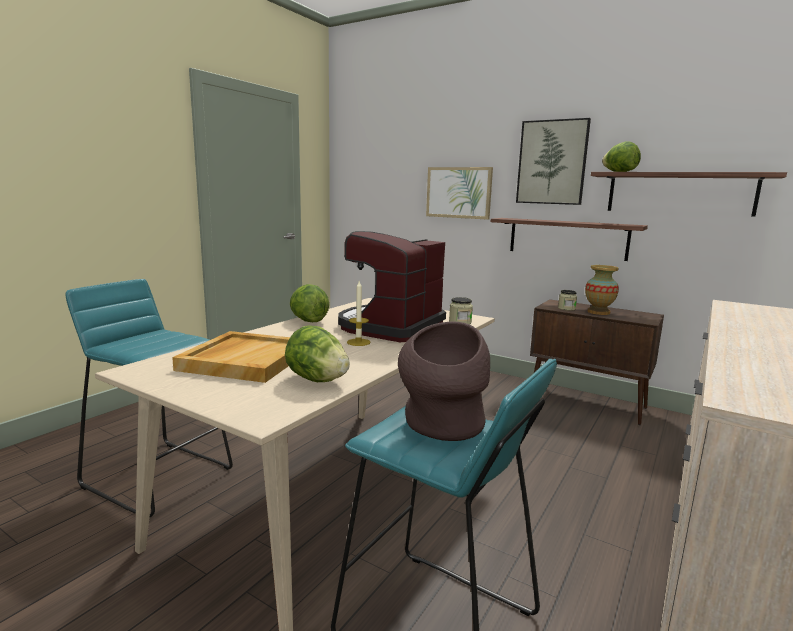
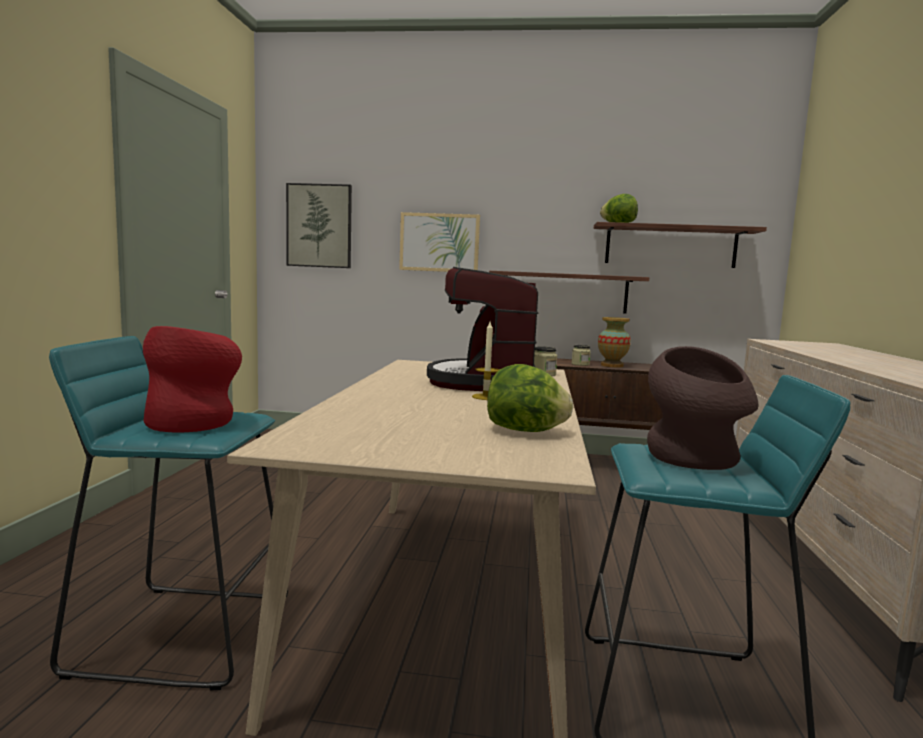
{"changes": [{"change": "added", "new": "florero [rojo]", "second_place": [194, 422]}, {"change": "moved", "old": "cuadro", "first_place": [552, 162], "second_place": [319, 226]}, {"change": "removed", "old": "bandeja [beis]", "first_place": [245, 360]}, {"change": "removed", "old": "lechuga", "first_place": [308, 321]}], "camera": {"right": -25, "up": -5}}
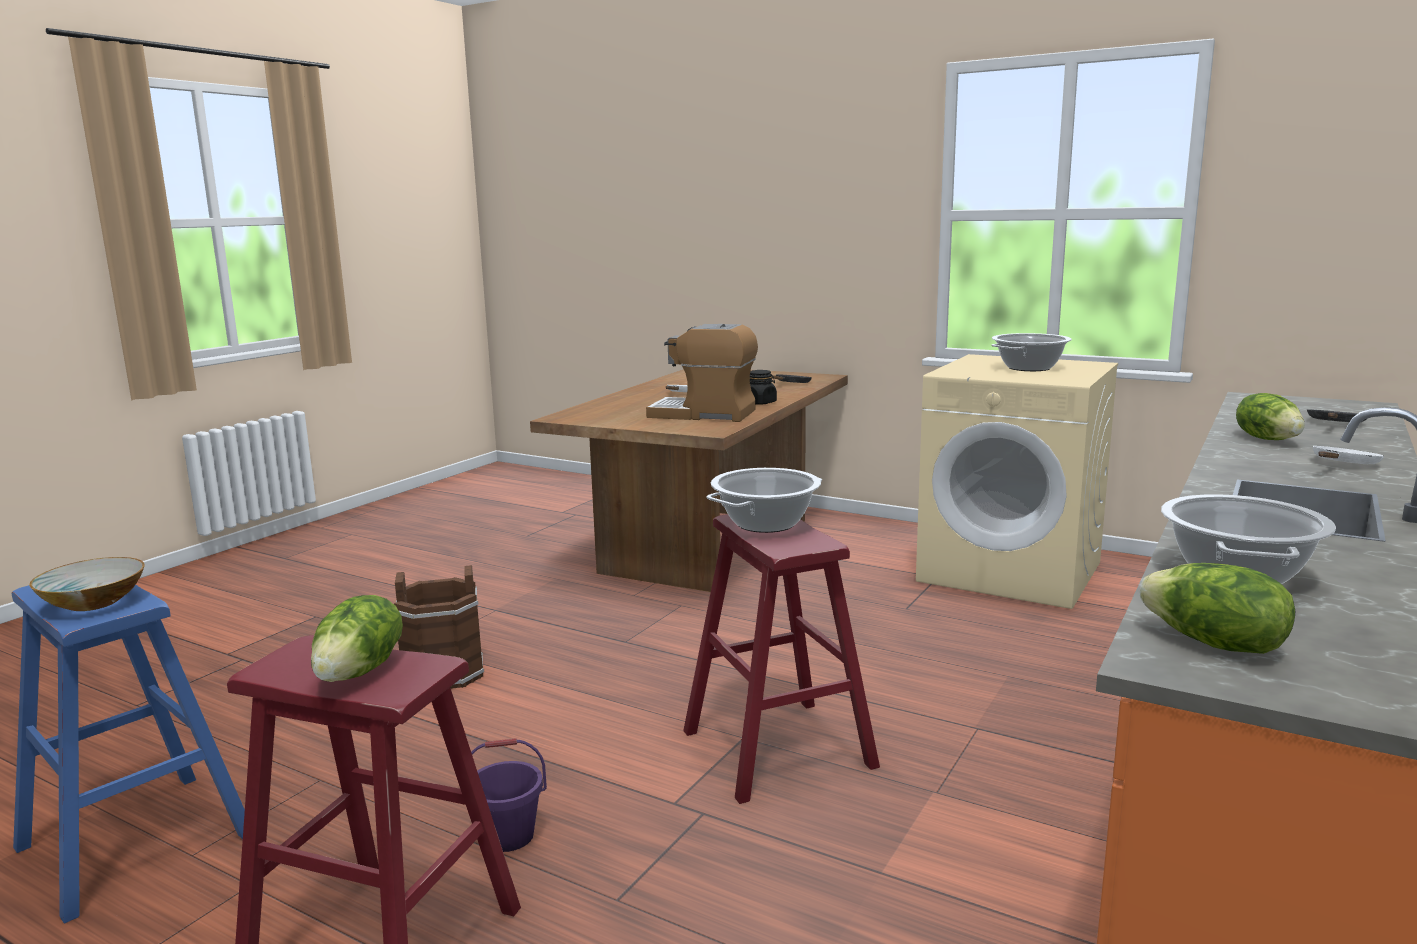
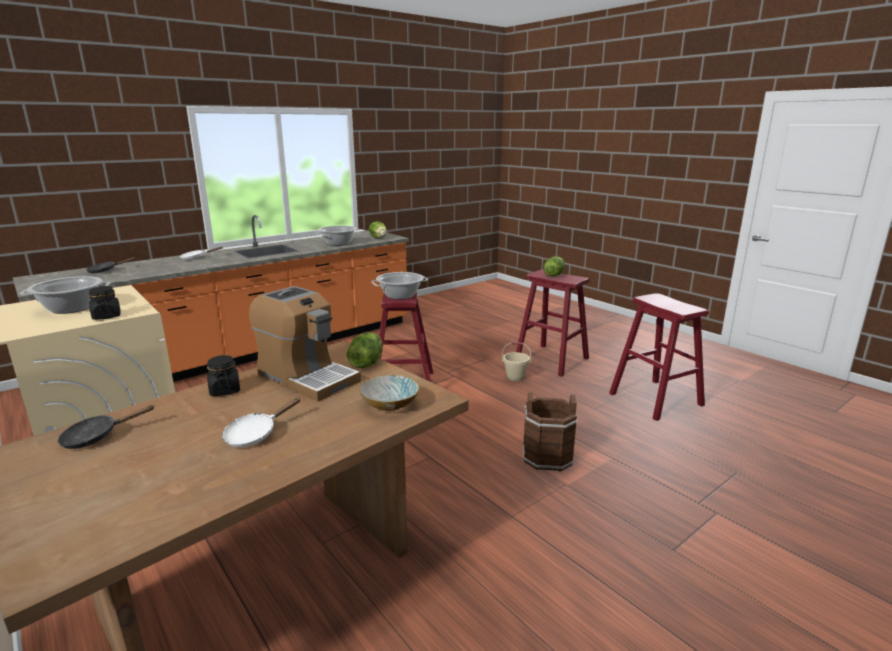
{"changes": [{"change": "added", "new": "tarro [negro]", "second_place": [106, 316]}, {"change": "moved", "old": "lechuga", "first_place": [1268, 439], "second_place": [366, 363]}, {"change": "moved", "old": "cuenco", "first_place": [93, 602], "second_place": [390, 404]}, {"change": "recoloured", "old": "cubo [morado]", "new": "cubo [beis]", "first_place": [508, 837], "second_place": [515, 377]}, {"change": "recoloured", "old": "taburete [azul]", "new": "taburete [rojo]", "first_place": [135, 841], "second_place": [655, 399]}], "camera": {"right": -160, "up": 5}}
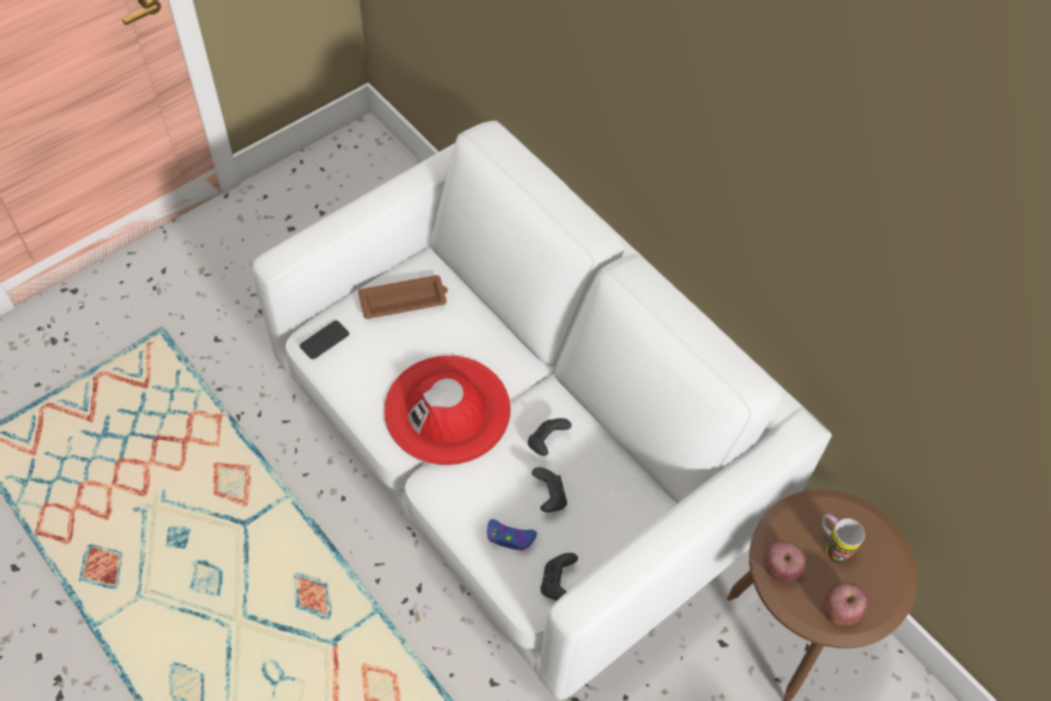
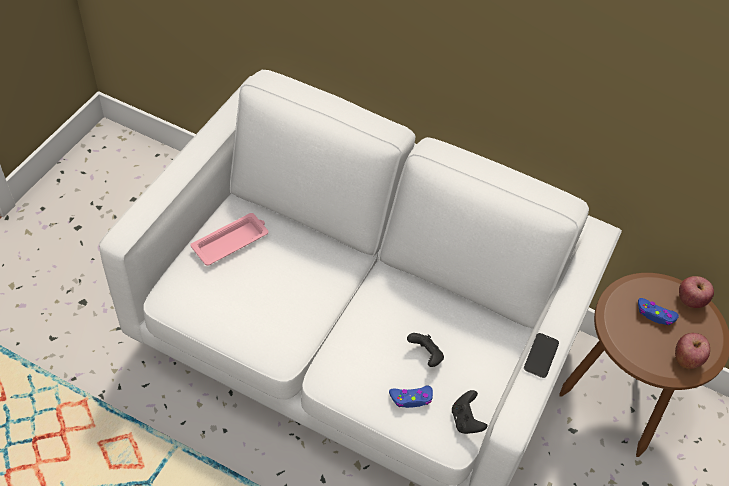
{"changes": [{"change": "recoloured", "old": "bandeja [marrón]", "new": "bandeja [rosa]", "first_place": [404, 300], "second_place": [231, 242]}, {"change": "moved", "old": "móvil", "first_place": [324, 340], "second_place": [541, 356]}, {"change": "replaced", "old": "taza grande", "new": "mando de consola [azul]", "first_place": [831, 547], "second_place": [655, 315]}, {"change": "moved", "old": "manzana", "first_place": [780, 569], "second_place": [690, 300]}, {"change": "removed", "old": "sombrero [rojo]", "first_place": [447, 410]}, {"change": "removed", "old": "mando de consola [negro]", "first_place": [546, 442]}], "camera": {"right": -25, "up": -5}}
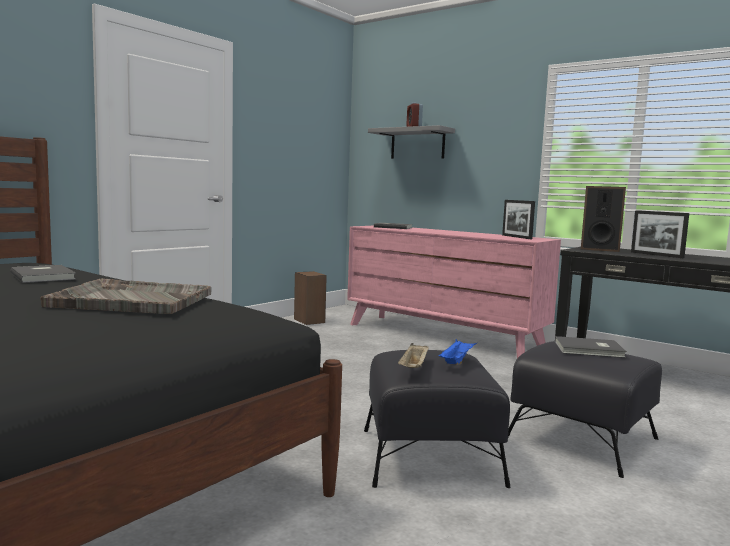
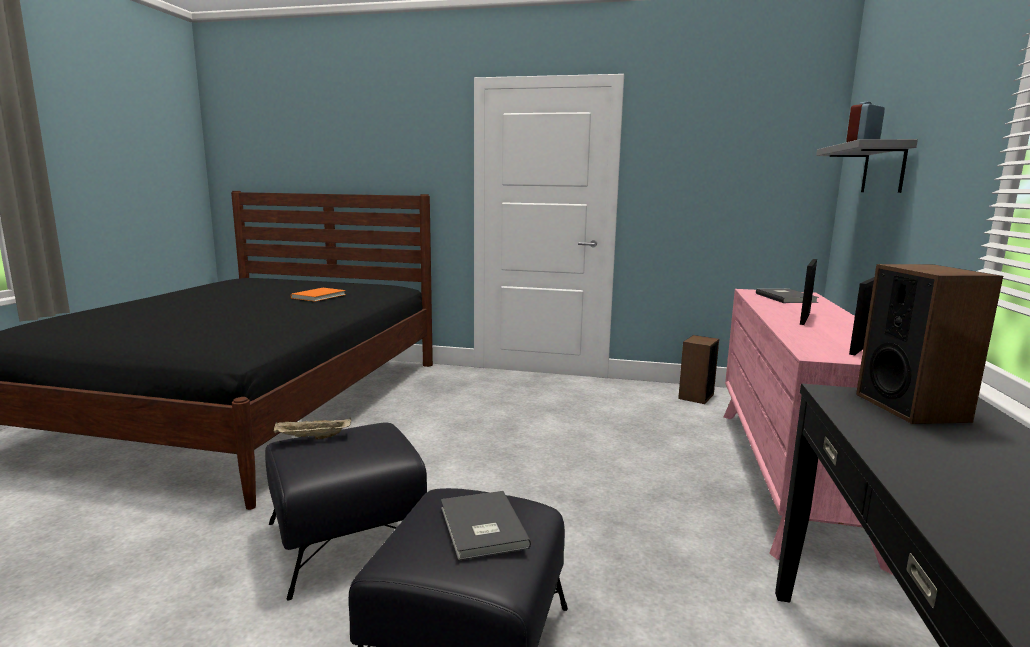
{"changes": [{"change": "recoloured", "old": "libro [gris]", "new": "libro [naranja]", "first_place": [44, 276], "second_place": [320, 296]}, {"change": "moved", "old": "portarretratos", "first_place": [656, 255], "second_place": [805, 318]}, {"change": "removed", "old": "bandeja [gris]", "first_place": [131, 300]}, {"change": "removed", "old": "bandeja [azul]", "first_place": [457, 361]}], "camera": {"right": 65, "up": 5}}
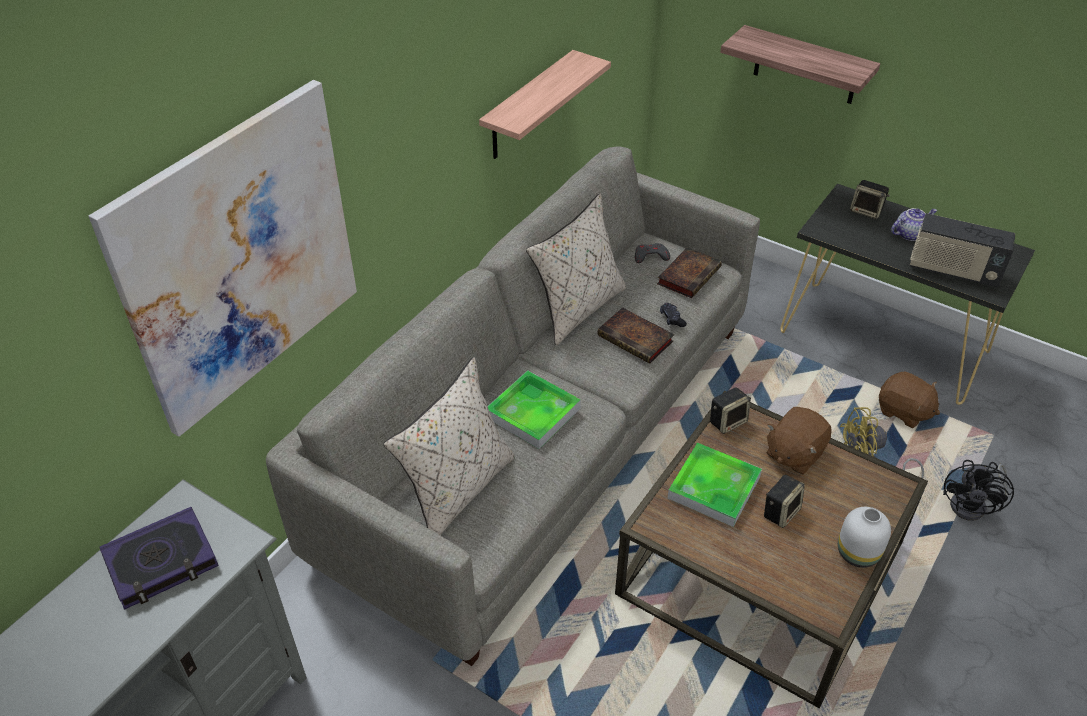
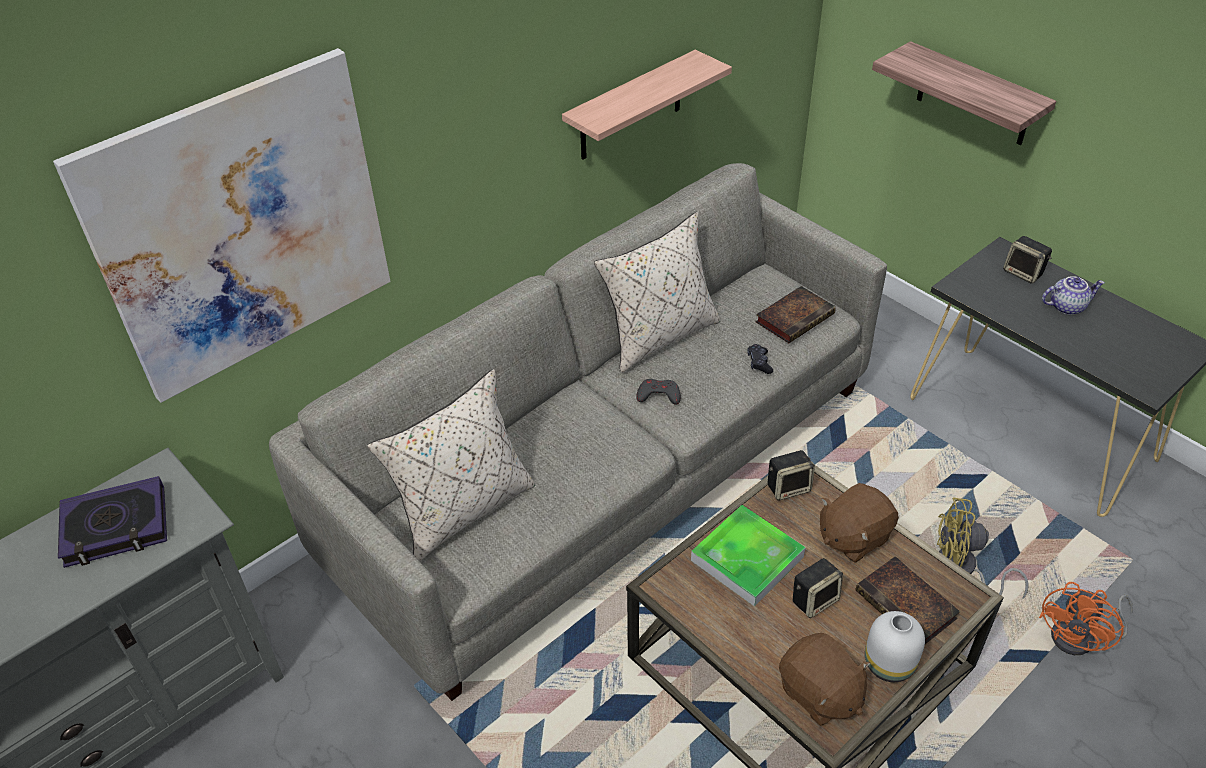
{"changes": [{"change": "moved", "old": "mando de consola [gris]", "first_place": [650, 256], "second_place": [658, 395]}, {"change": "moved", "old": "peluche [marrón]", "first_place": [903, 412], "second_place": [819, 694]}, {"change": "moved", "old": "libro", "first_place": [637, 339], "second_place": [908, 606]}, {"change": "recoloured", "old": "ventilador [negro]", "new": "ventilador [naranja]", "first_place": [974, 505], "second_place": [1081, 638]}, {"change": "removed", "old": "bandeja", "first_place": [533, 413]}, {"change": "removed", "old": "radio", "first_place": [953, 271]}], "camera": {"right": 15, "up": 0}}
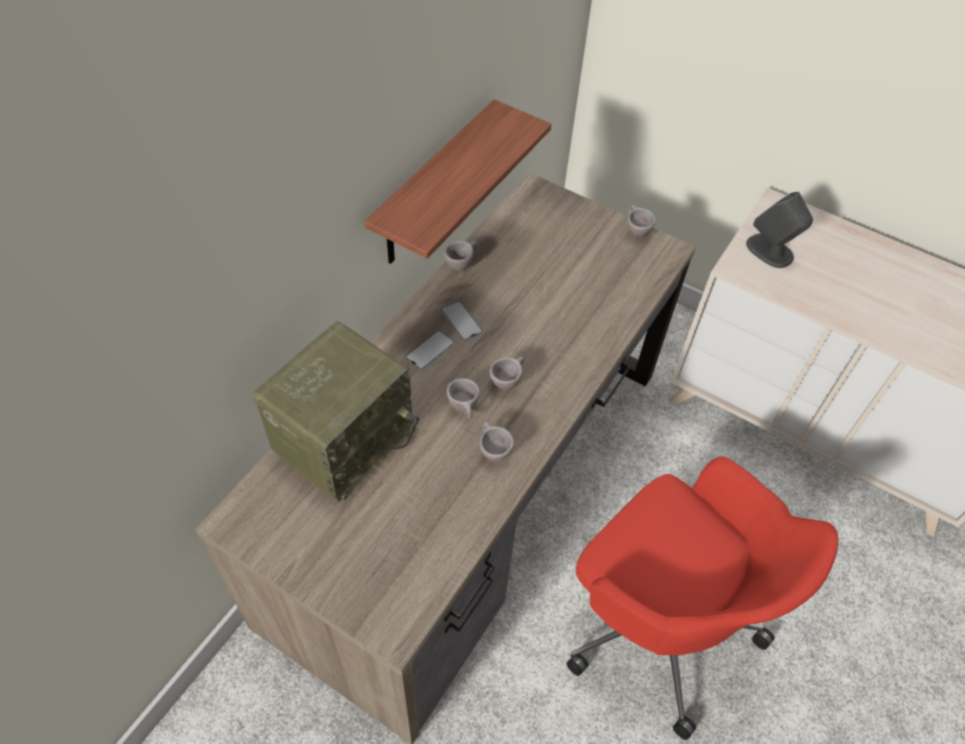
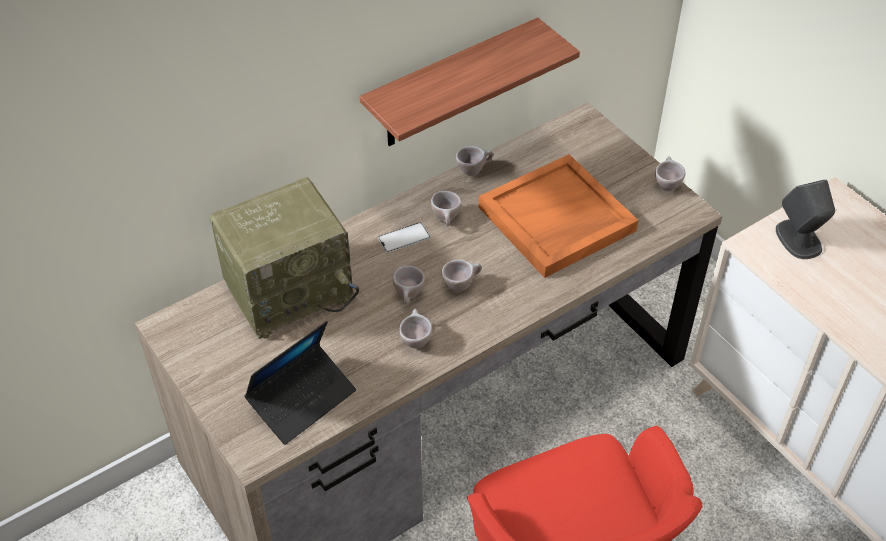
{"changes": [{"change": "added", "new": "portátil", "second_place": [302, 399]}, {"change": "replaced", "old": "móvil", "new": "taza [beis]", "first_place": [461, 321], "second_place": [446, 221]}, {"change": "added", "new": "bandeja [naranja]", "second_place": [556, 220]}], "camera": {"right": 25, "up": -5}}
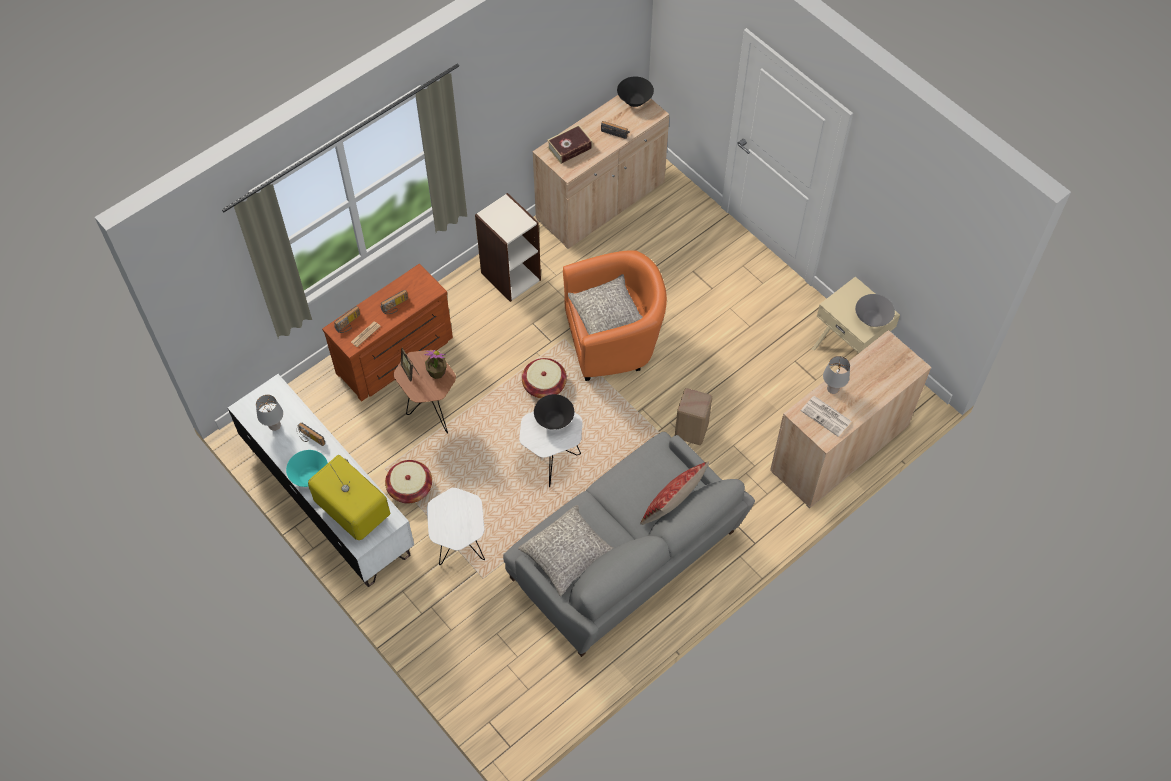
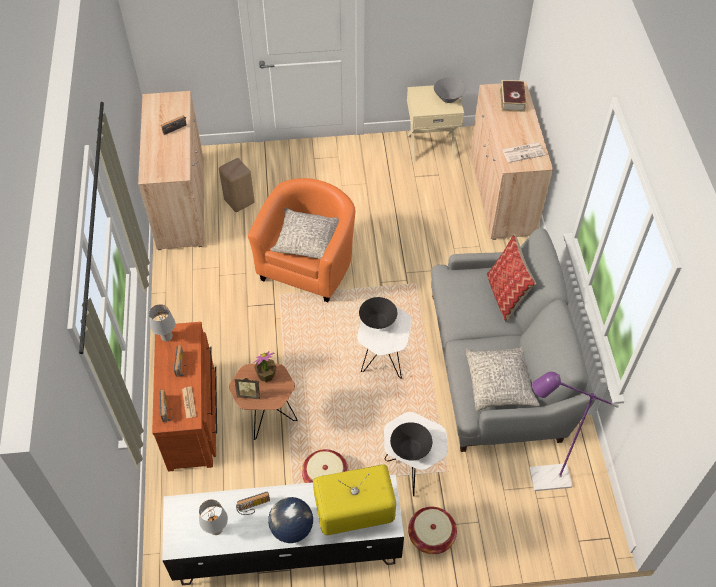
{"changes": [{"change": "moved", "old": "lámpara de mesa [gris]", "first_place": [832, 389], "second_place": [167, 337]}, {"change": "moved", "old": "taburete [beis]", "first_place": [692, 432], "second_place": [240, 201]}, {"change": "replaced", "old": "cuenco [turquesa]", "new": "globo terráqueo", "first_place": [309, 476], "second_place": [291, 528]}, {"change": "moved", "old": "cuenco [negro]", "first_place": [634, 100], "second_place": [410, 449]}, {"change": "moved", "old": "cesta", "first_place": [544, 385], "second_place": [431, 535]}, {"change": "moved", "old": "libro", "first_place": [570, 148], "second_place": [512, 99]}, {"change": "added", "new": "lámpara de pie [morado]", "second_place": [542, 478]}, {"change": "removed", "old": "estantería", "first_place": [510, 276]}], "camera": {"right": -55, "up": -5}}
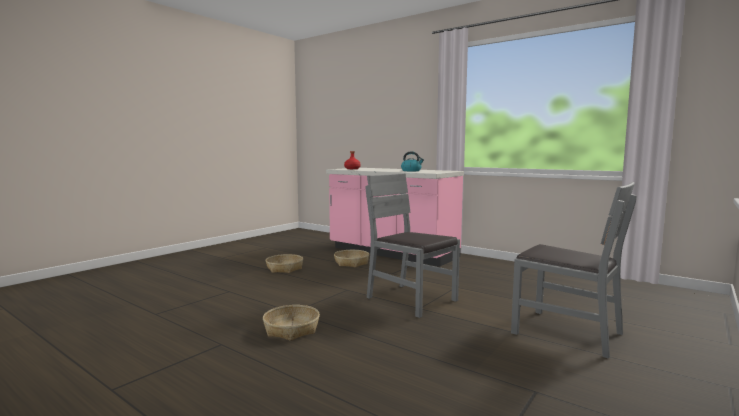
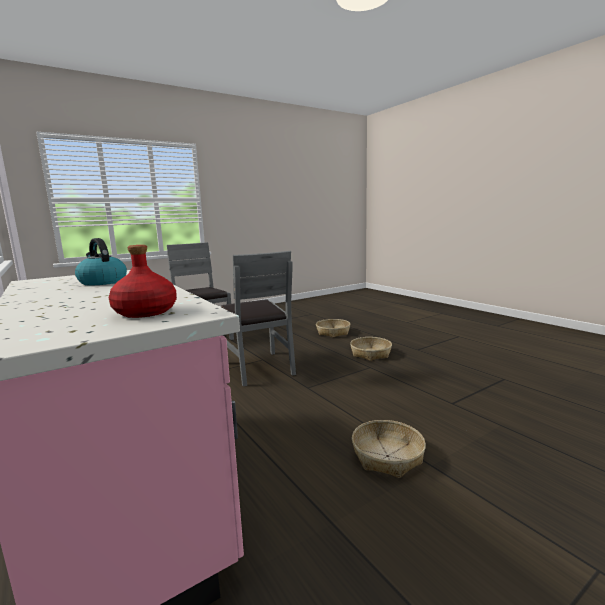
{"changes": [{"change": "moved", "old": "cesta", "first_place": [351, 263], "second_place": [333, 332]}], "camera": {"right": -160, "up": 5}}
